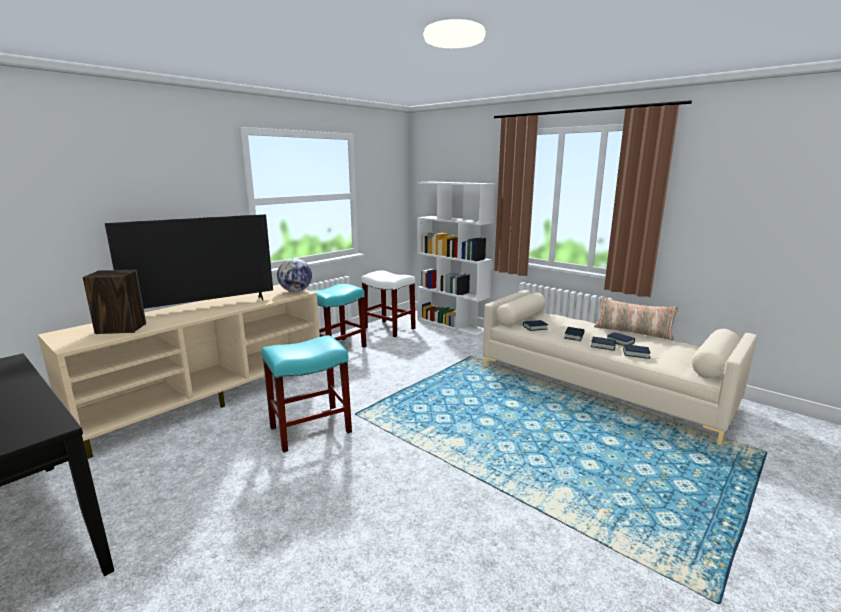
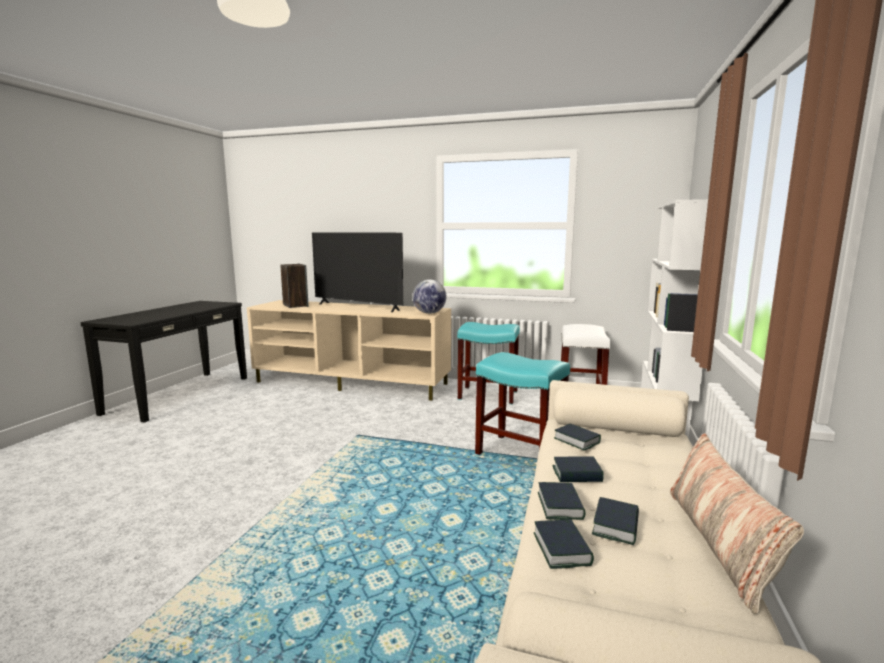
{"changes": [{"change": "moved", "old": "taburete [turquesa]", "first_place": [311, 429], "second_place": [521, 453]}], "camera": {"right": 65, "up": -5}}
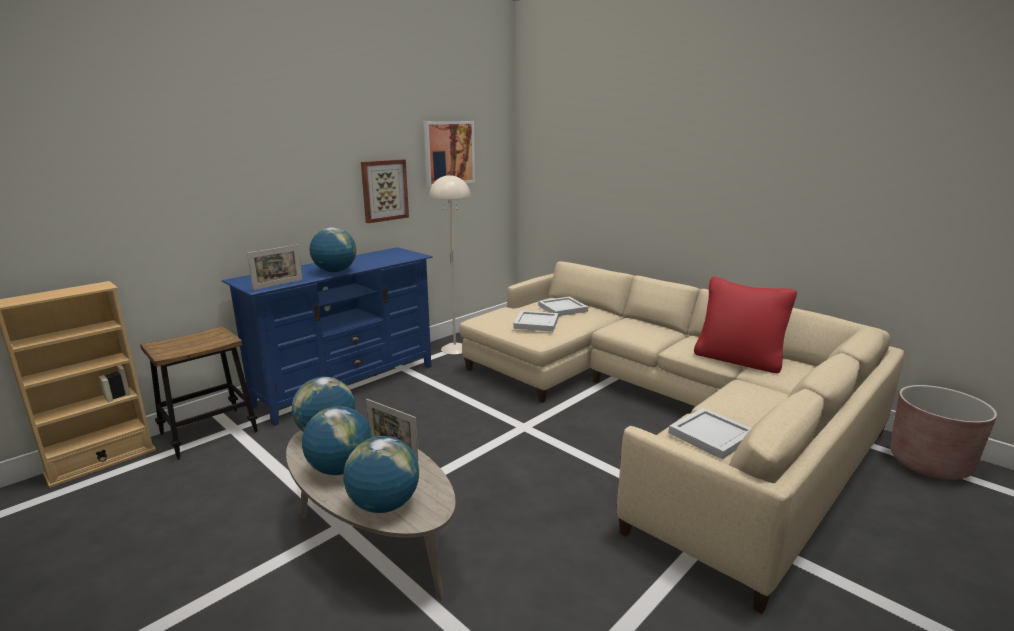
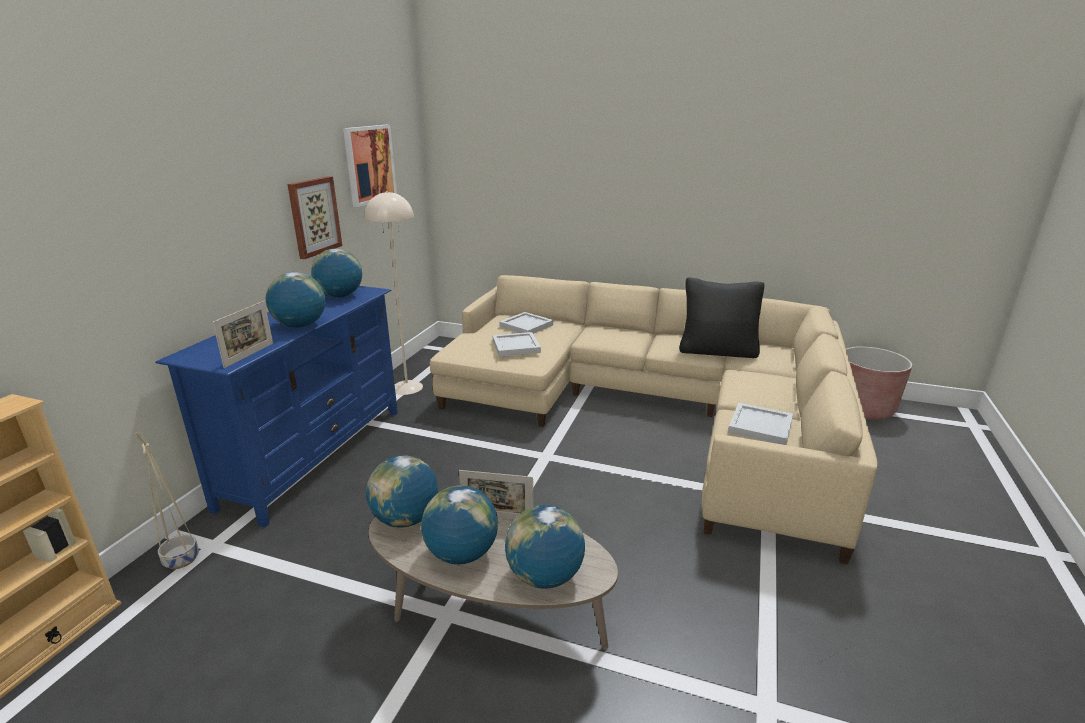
{"changes": [{"change": "replaced", "old": "taburete", "new": "maceta [beis]", "first_place": [209, 433], "second_place": [181, 560]}, {"change": "added", "new": "globo terráqueo", "second_place": [340, 296]}, {"change": "recoloured", "old": "cojín [rojo]", "new": "cojín [negro]", "first_place": [738, 360], "second_place": [717, 351]}], "camera": {"right": -25, "up": 5}}
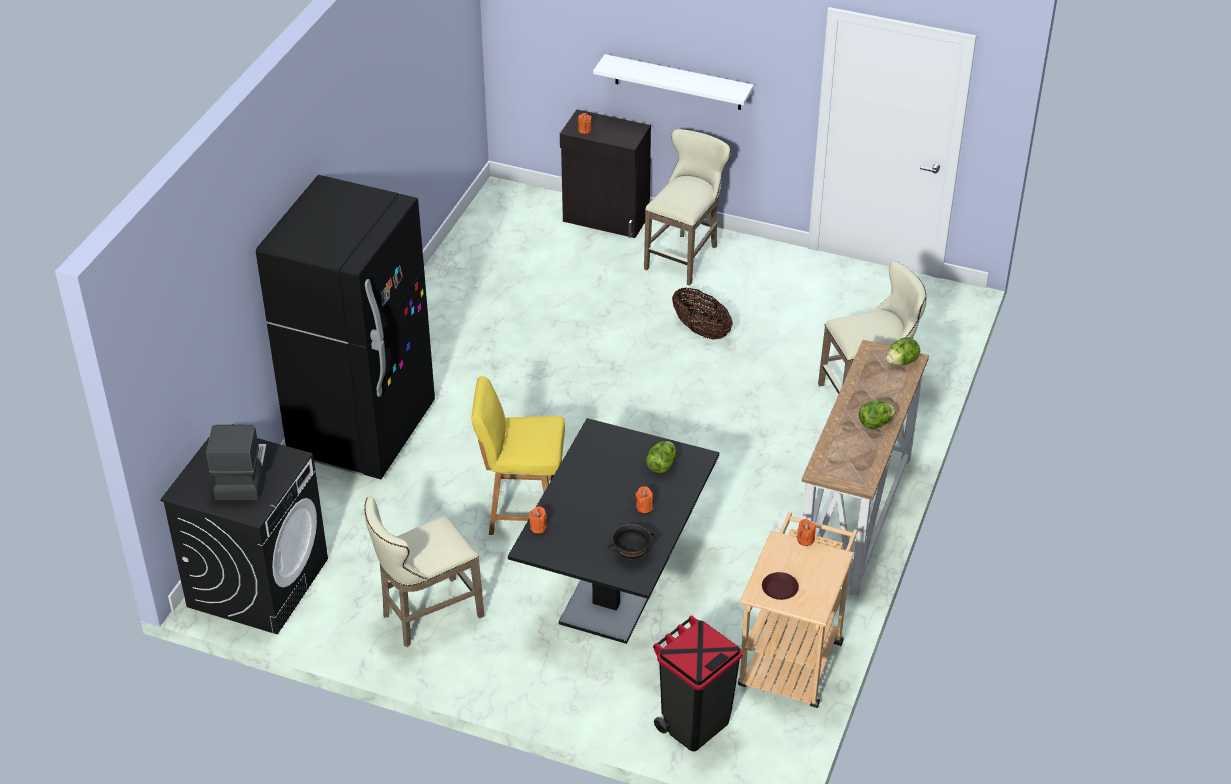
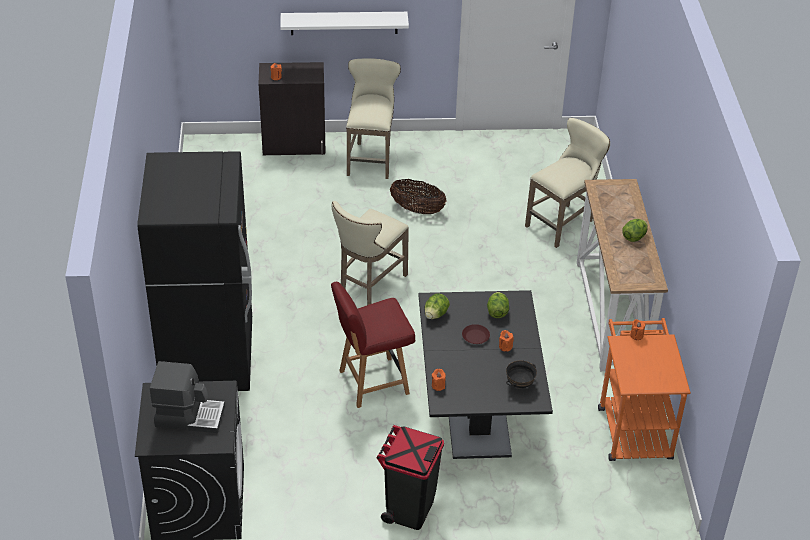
{"changes": [{"change": "turned", "old": "cafetera", "first_place": [240, 475], "second_place": [189, 415], "degrees": 120}, {"change": "recoloured", "old": "silla [amarillo]", "new": "silla [rojo]", "first_place": [522, 511], "second_place": [372, 382]}, {"change": "moved", "old": "taburete [beis]", "first_place": [426, 615], "second_place": [369, 285]}, {"change": "moved", "old": "papelera [negro]", "first_place": [694, 724], "second_place": [409, 509]}, {"change": "moved", "old": "lechuga", "first_place": [901, 362], "second_place": [435, 314]}, {"change": "moved", "old": "plato [marrón]", "first_place": [779, 589], "second_place": [475, 336]}, {"change": "recoloured", "old": "carrito [beis]", "new": "carrito [naranja]", "first_place": [793, 655], "second_place": [633, 427]}], "camera": {"right": -25, "up": 0}}
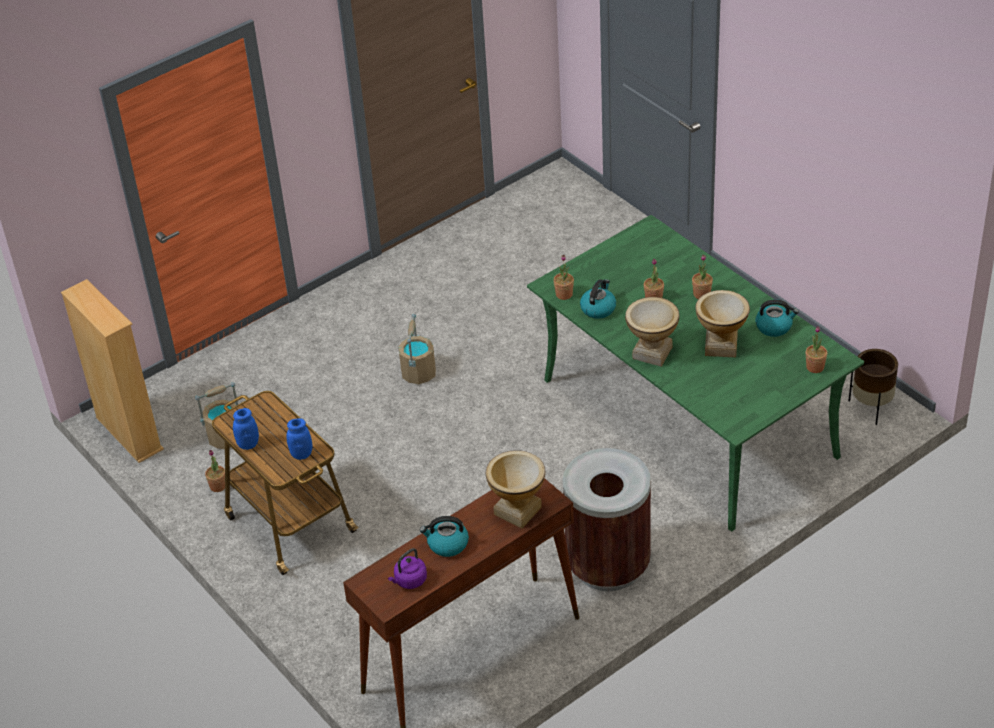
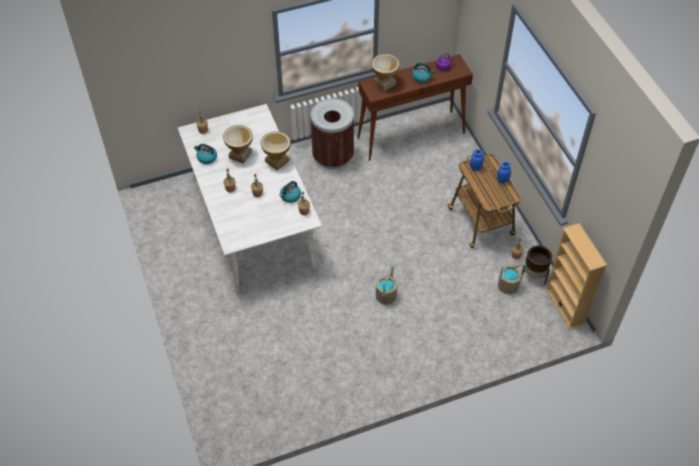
{"changes": [{"change": "recoloured", "old": "mesa de comedor [verde]", "new": "mesa de comedor [blanco]", "first_place": [687, 418], "second_place": [253, 221]}, {"change": "moved", "old": "maceta [marrón]", "first_place": [871, 408], "second_place": [534, 276]}], "camera": {"right": -165, "up": 10}}
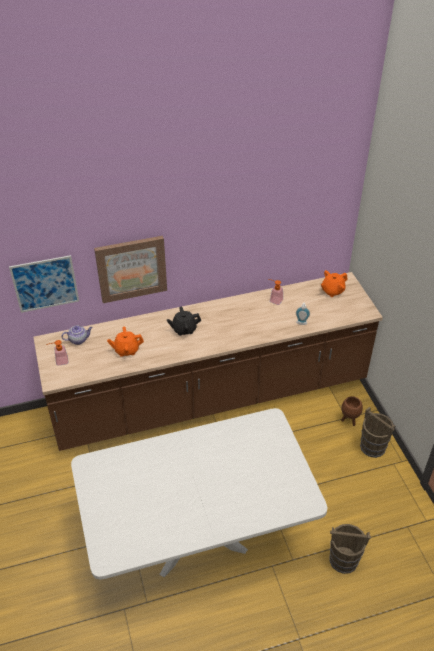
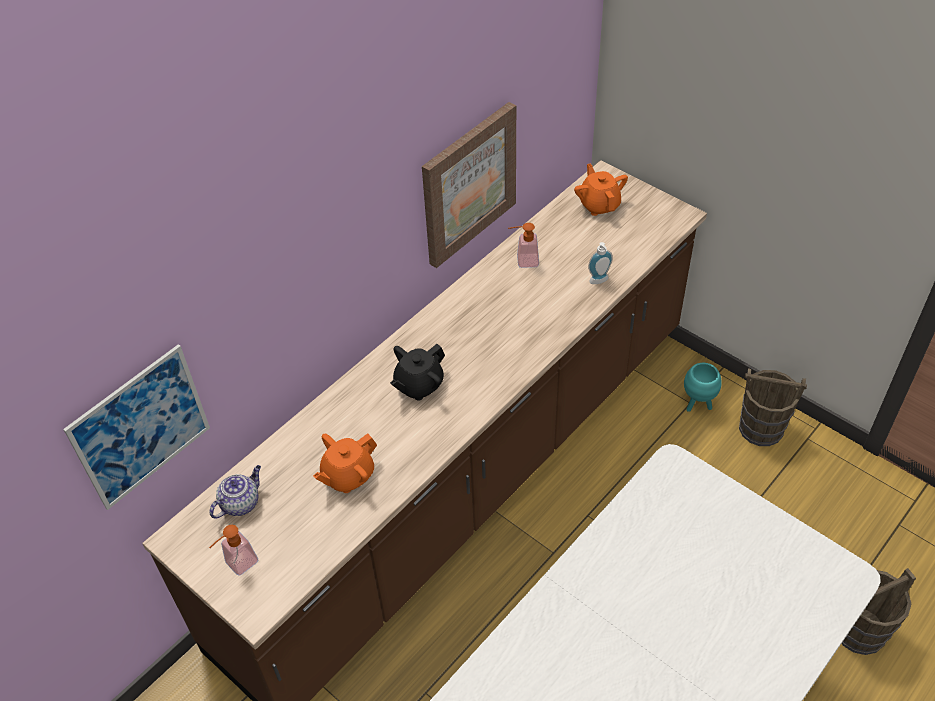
{"changes": [{"change": "moved", "old": "cuadro", "first_place": [131, 268], "second_place": [468, 184]}, {"change": "turned", "old": "tetera [naranja]", "first_place": [332, 291], "second_place": [599, 205], "degrees": 135}, {"change": "recoloured", "old": "maceta [marrón]", "new": "maceta [turquesa]", "first_place": [349, 420], "second_place": [698, 404]}], "camera": {"right": -30, "up": 5}}
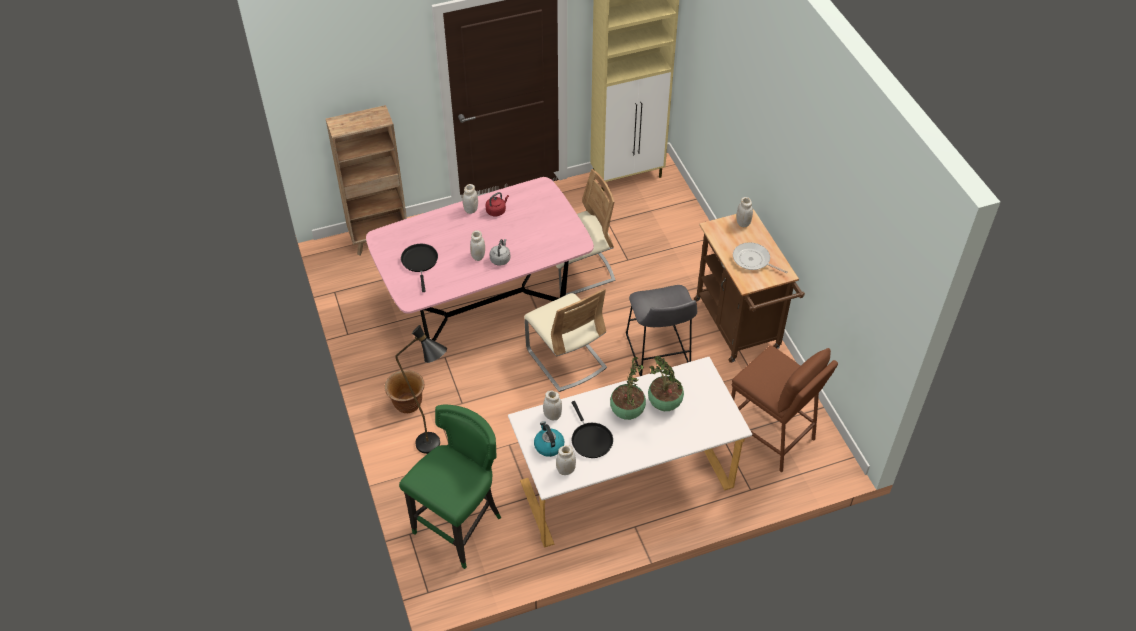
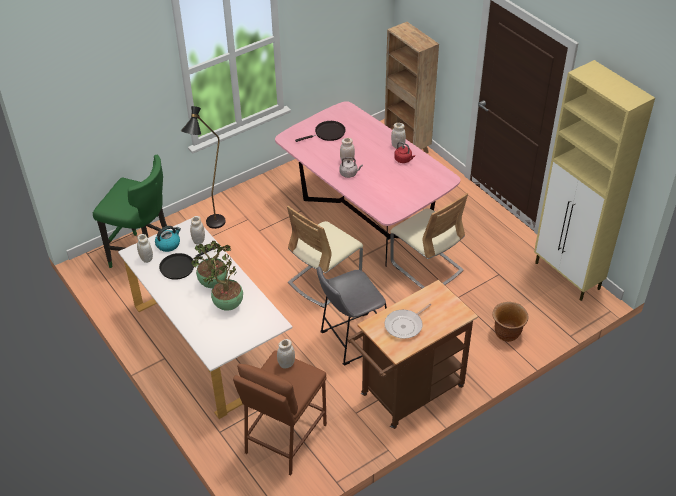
{"changes": [{"change": "moved", "old": "tarro [blanco]", "first_place": [743, 223], "second_place": [286, 364]}, {"change": "turned", "old": "sartén", "first_place": [753, 260], "second_place": [405, 325], "degrees": -150}, {"change": "moved", "old": "maceta [marrón]", "first_place": [407, 404], "second_place": [507, 333]}], "camera": {"right": 75, "up": -5}}
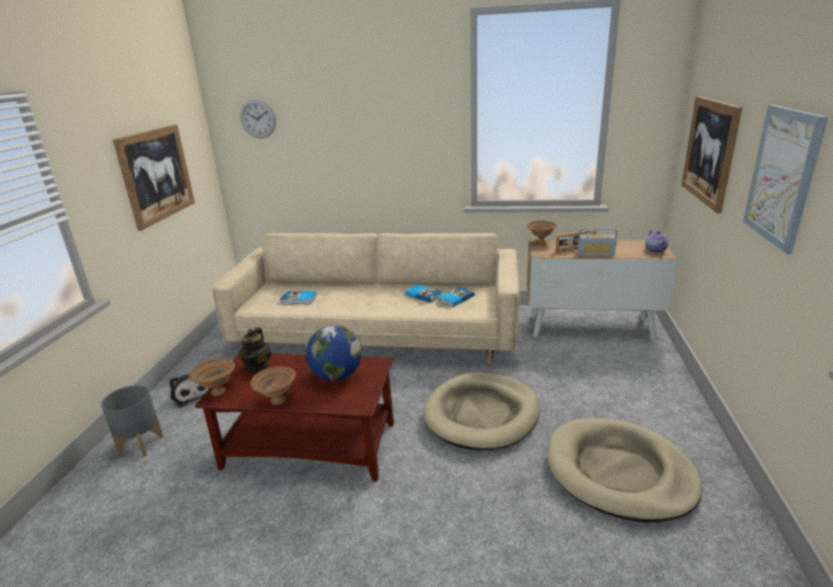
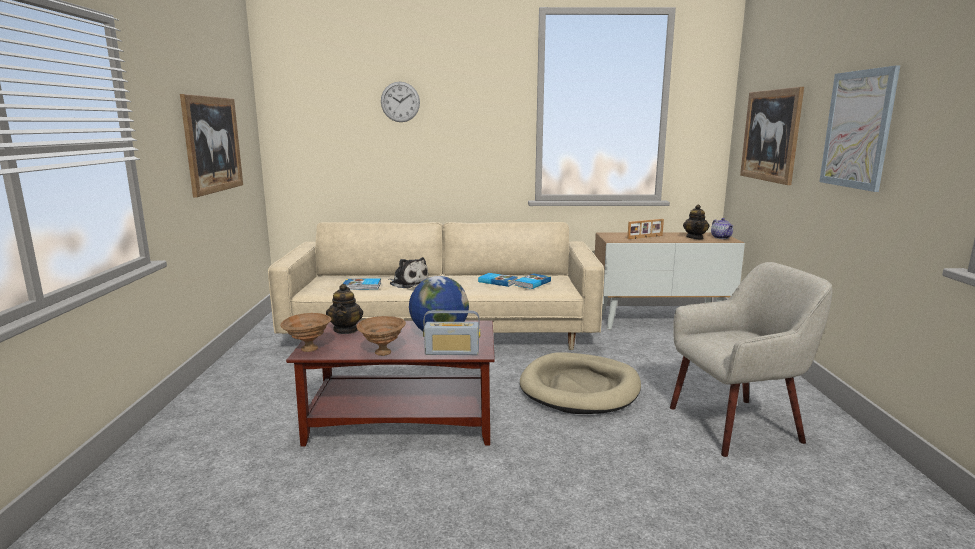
{"changes": [{"change": "moved", "old": "reloj de pared", "first_place": [258, 119], "second_place": [400, 102]}, {"change": "moved", "old": "peluche", "first_place": [190, 394], "second_place": [408, 283]}, {"change": "moved", "old": "radio", "first_place": [595, 254], "second_place": [452, 352]}, {"change": "replaced", "old": "cama para perro [beis]", "new": "sillón [beis]", "first_place": [619, 472], "second_place": [736, 425]}, {"change": "added", "new": "tetera", "second_place": [695, 238]}, {"change": "removed", "old": "maceta [gris]", "first_place": [141, 445]}, {"change": "removed", "old": "cuenco [marrón]", "first_place": [541, 242]}], "camera": {"right": -10, "up": -10}}
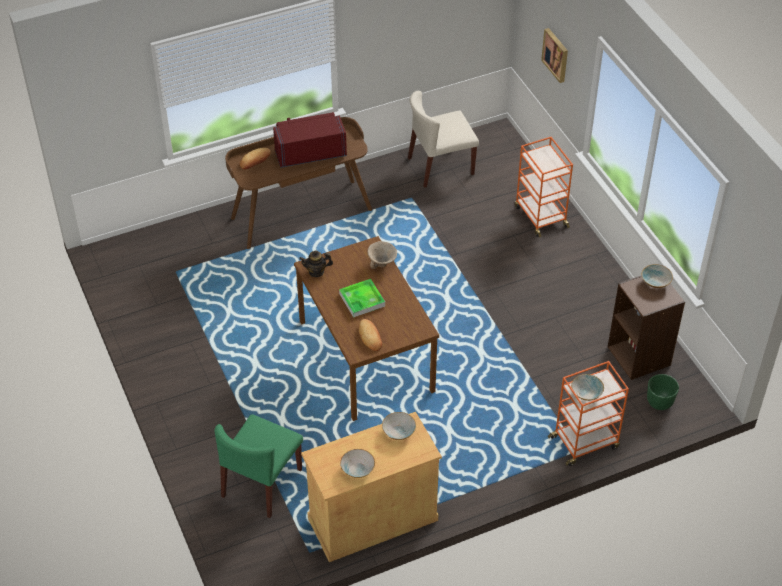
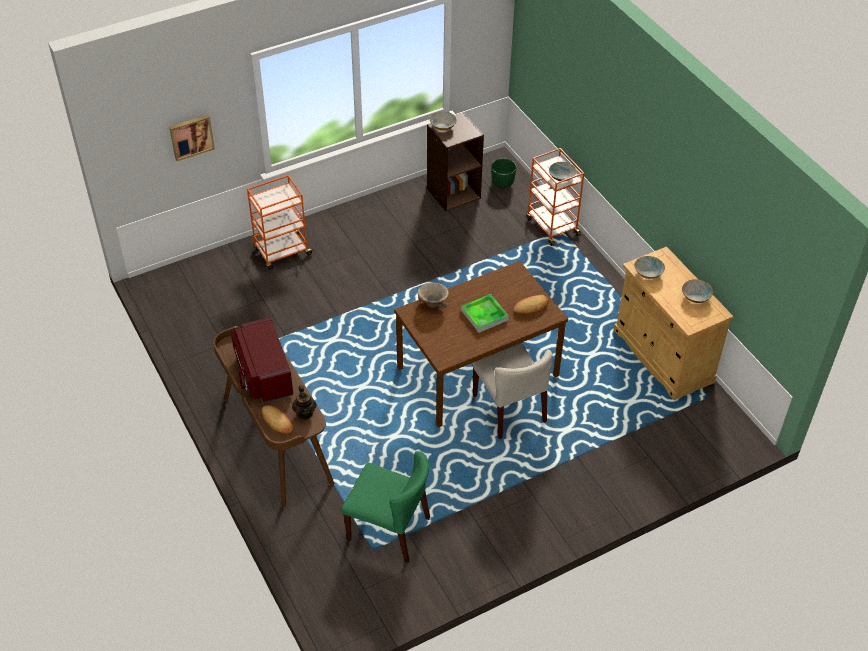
{"changes": [{"change": "moved", "old": "tetera", "first_place": [316, 272], "second_place": [305, 413]}, {"change": "moved", "old": "silla [verde]", "first_place": [262, 483], "second_place": [389, 529]}, {"change": "moved", "old": "silla [beis]", "first_place": [440, 166], "second_place": [509, 409]}], "camera": {"right": -95, "up": 0}}
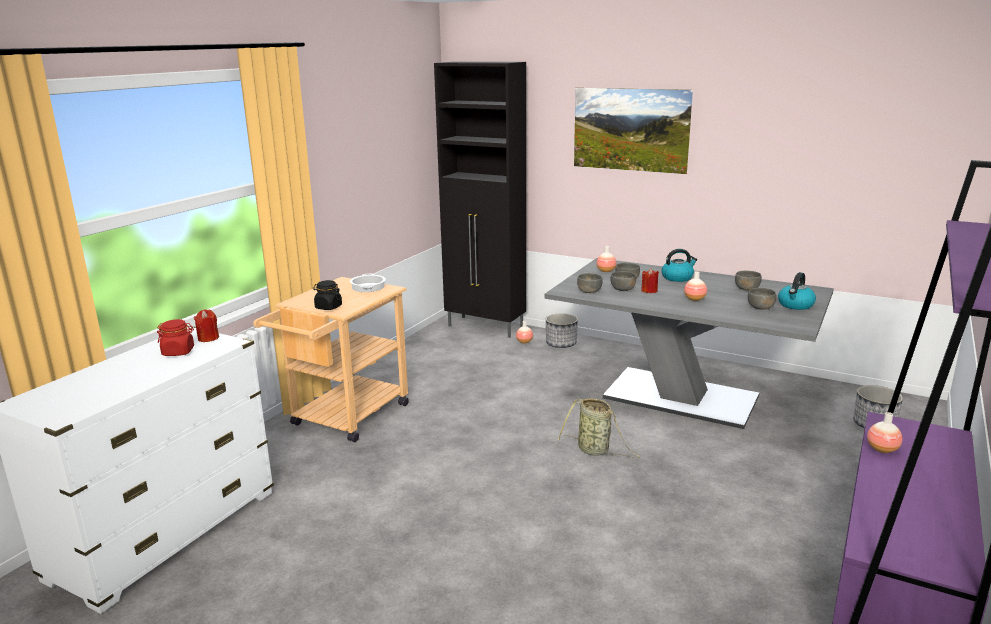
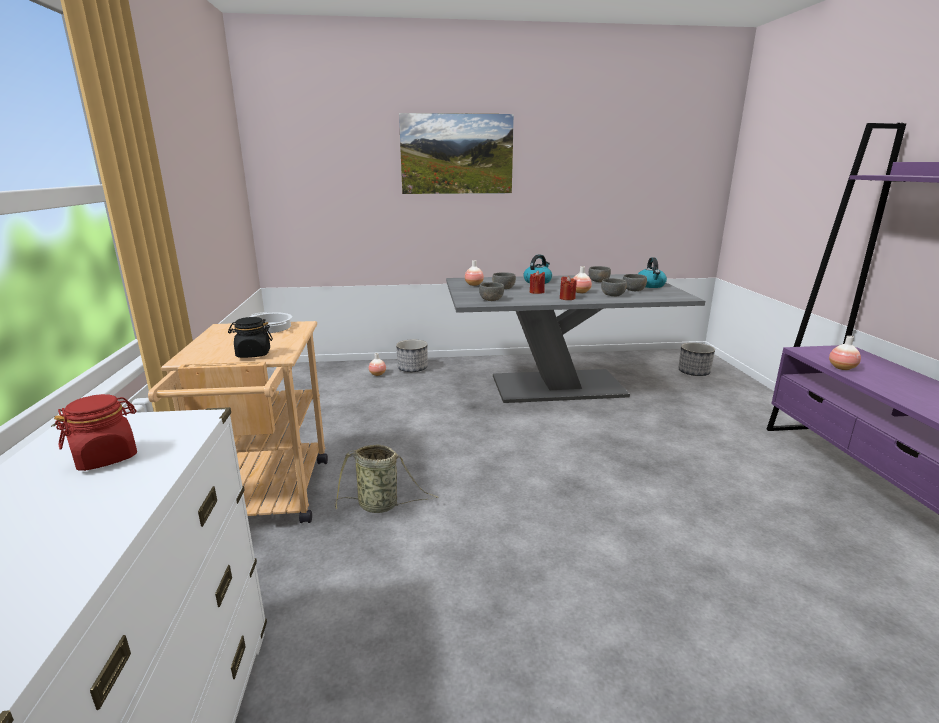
{"changes": [{"change": "moved", "old": "cesta", "first_place": [595, 450], "second_place": [381, 505]}, {"change": "moved", "old": "vela [rojo]", "first_place": [208, 338], "second_place": [567, 298]}, {"change": "moved", "old": "cuenco [gris]", "first_place": [623, 289], "second_place": [613, 295]}, {"change": "removed", "old": "armario [negro]", "first_place": [486, 327]}], "camera": {"right": -35, "up": 0}}
